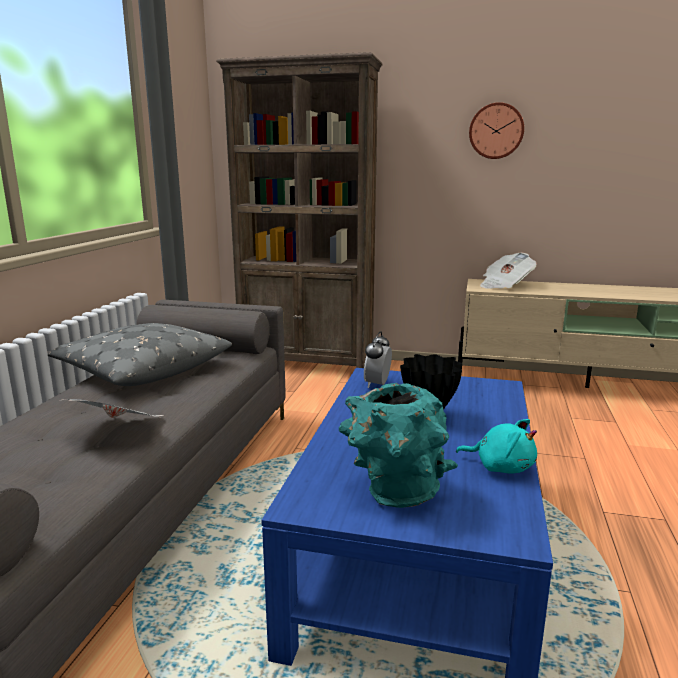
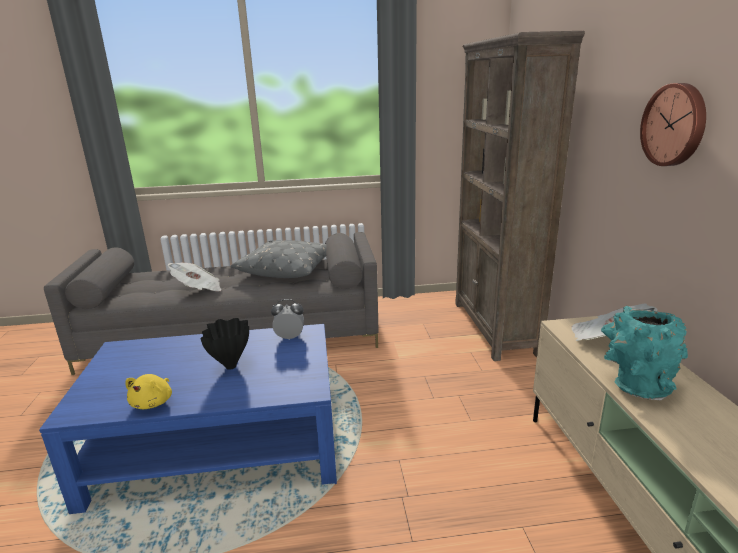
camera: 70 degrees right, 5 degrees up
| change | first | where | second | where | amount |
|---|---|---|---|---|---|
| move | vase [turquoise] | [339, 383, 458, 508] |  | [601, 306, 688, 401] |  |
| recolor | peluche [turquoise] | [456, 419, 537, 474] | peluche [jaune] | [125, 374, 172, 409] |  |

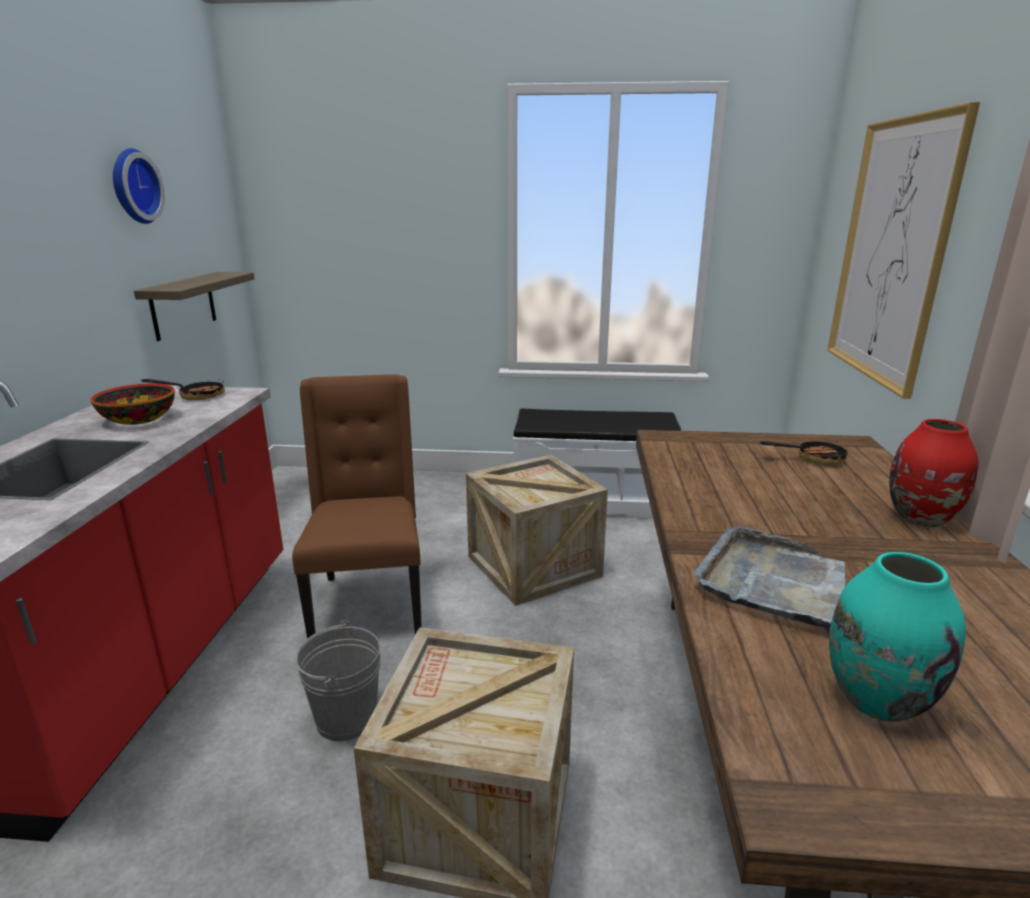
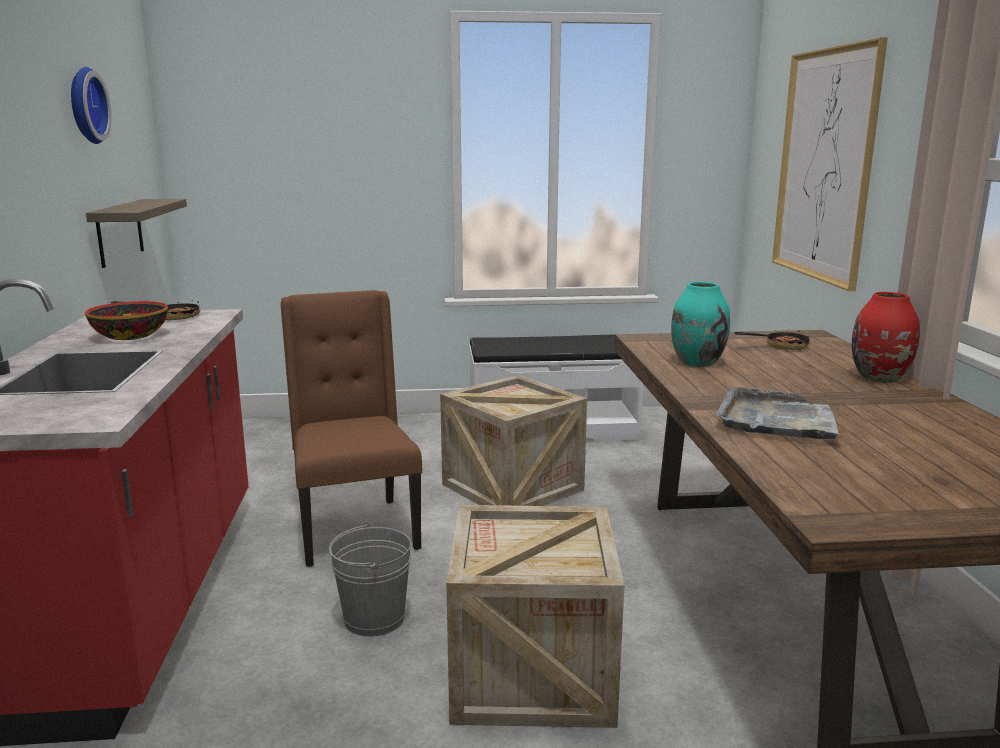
camera: 10 degrees left, 5 degrees down
| change | first | where | second | where | amount |
|---|---|---|---|---|---|
| move | vase [turquoise] | [829, 552, 966, 722] |  | [671, 282, 730, 367] |  |

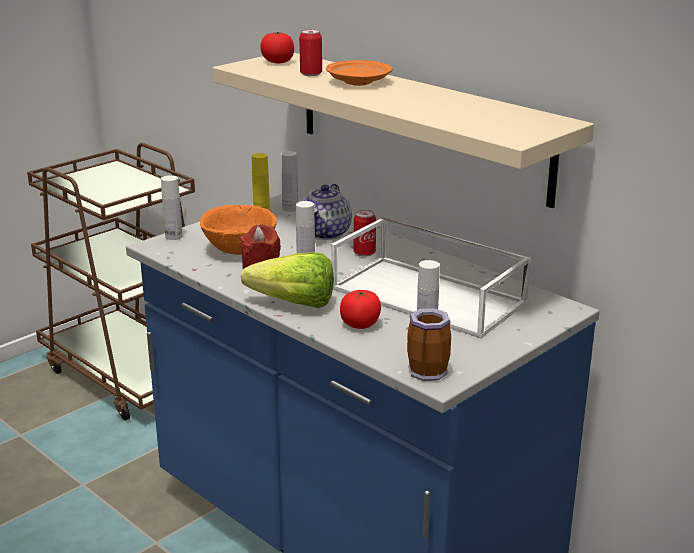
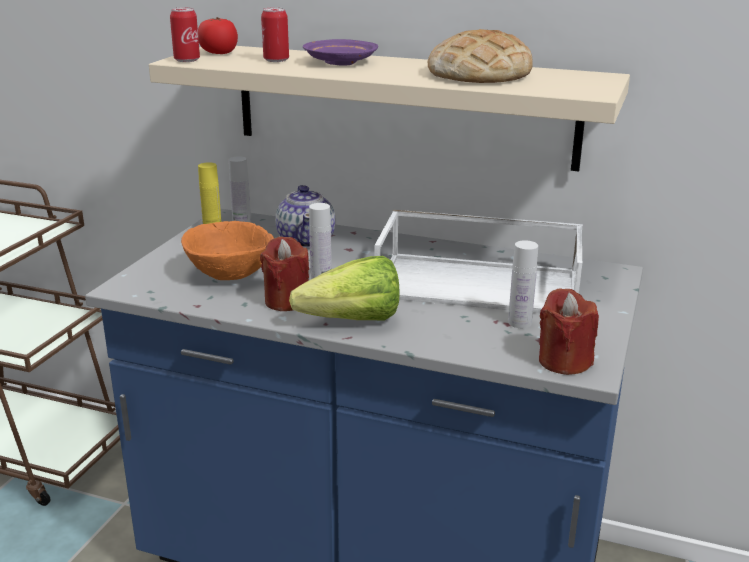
camera: 25 degrees left, 0 degrees up
| change | first | where | second | where | amount |
|---|---|---|---|---|---|
| recolor | assiette [orange] | [326, 60, 393, 86] | assiette [violet] | [303, 39, 378, 66] |  |
| delete | bouteille [blanc] | [161, 175, 183, 240] |  |  |  |
| move | boîte métallique | [354, 210, 376, 257] |  | [170, 7, 200, 62] |  |
| delete | tomate | [340, 290, 381, 329] |  |  |  |
| replace | mug | [407, 308, 451, 381] | bougie [rouge] | [539, 288, 599, 375] |  |
| insert |  |  | pain | [427, 29, 533, 83] |  |

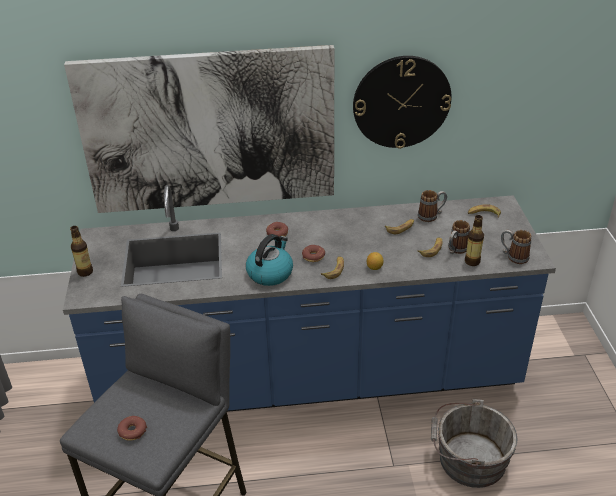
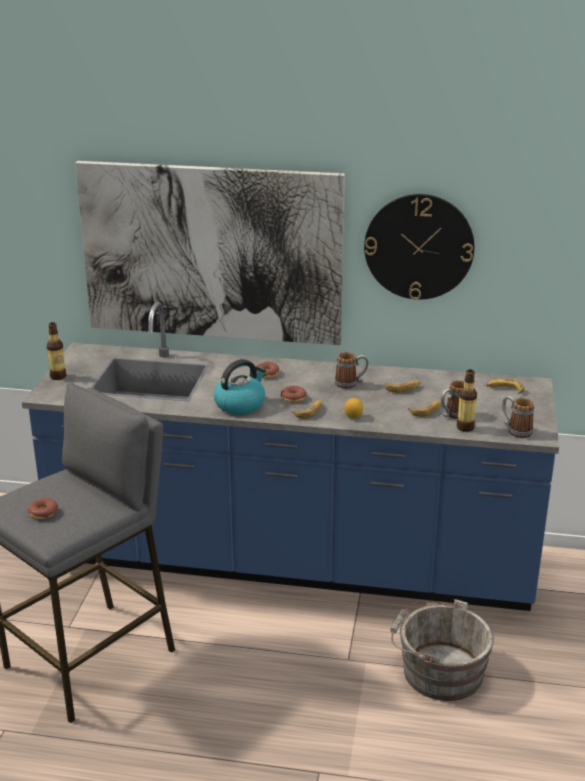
camera: 15 degrees right, 10 degrees down
| change | first | where | second | where | amount |
|---|---|---|---|---|---|
| move | mug | [418, 190, 447, 222] |  | [335, 352, 368, 389] |  |

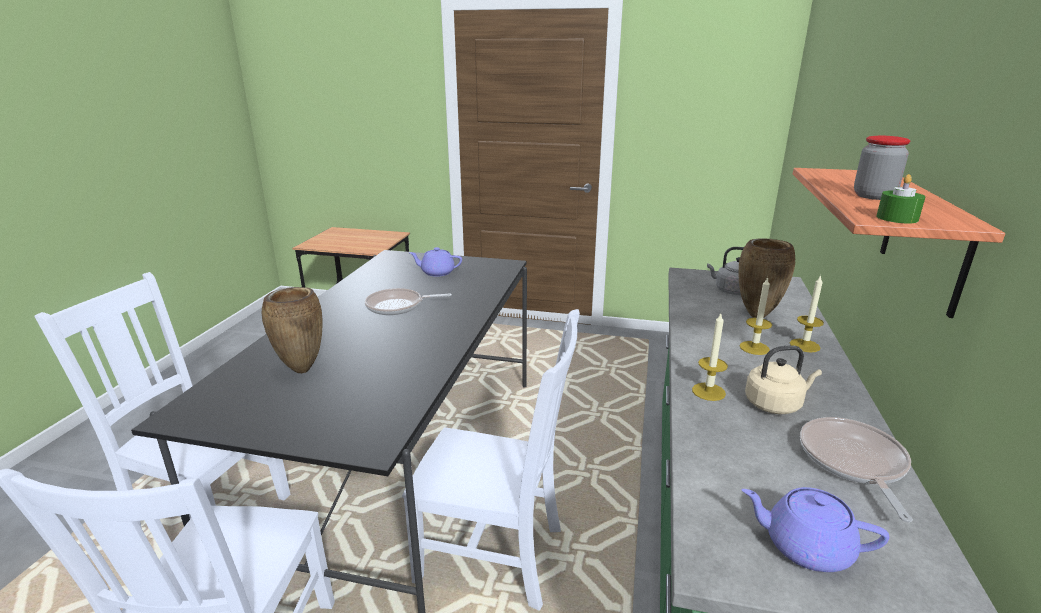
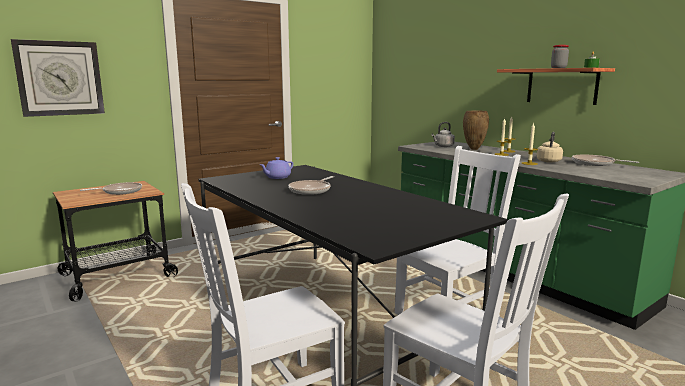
camera: 50 degrees left, 10 degrees down
| change | first | where | second | where | amount |
|---|---|---|---|---|---|
| delete | vase [marron] | [261, 287, 323, 373] |  |  |  |
| delete | théière [violet] | [742, 487, 889, 572] |  |  |  |
| insert |  |  | horloge murale | [11, 39, 105, 117] |  |
| insert |  |  | poêle | [80, 182, 142, 195] |  |

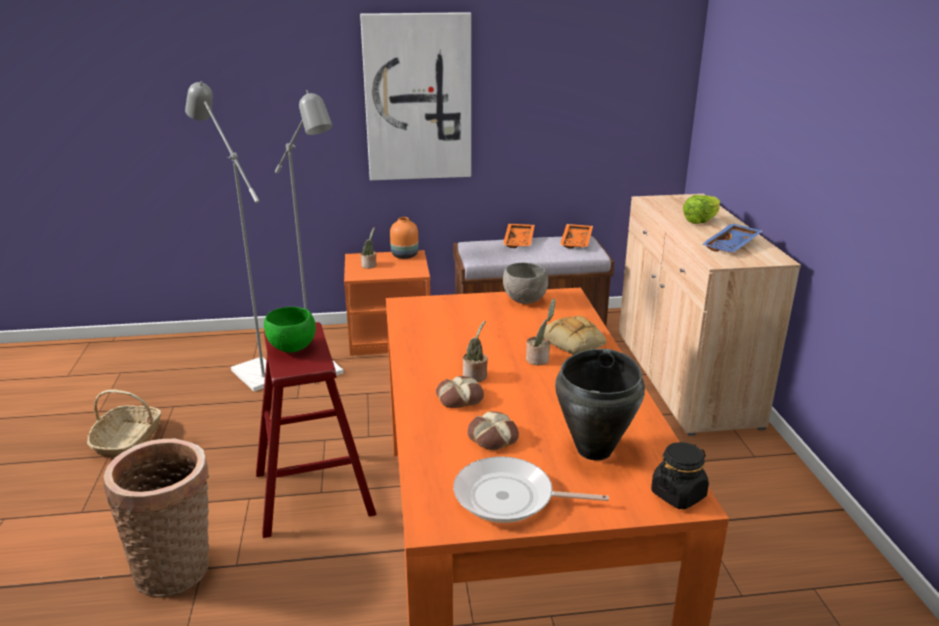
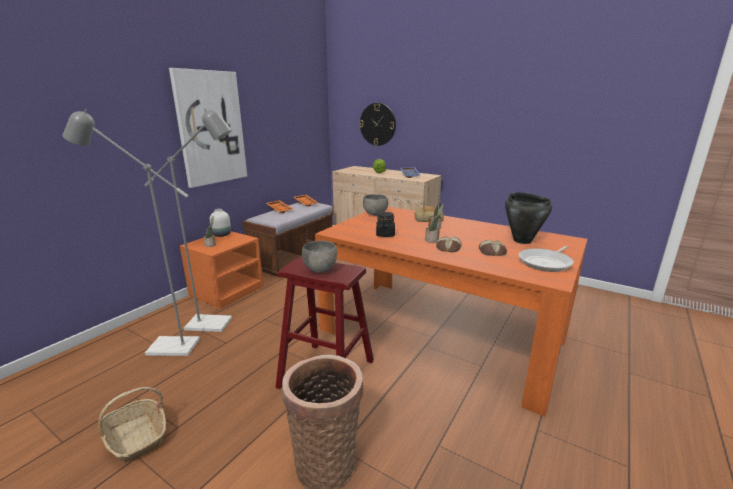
camera: 50 degrees left, 5 degrees down
| change | first | where | second | where | amount |
|---|---|---|---|---|---|
| recolor | vase [orange] | [390, 217, 419, 259] | vase [blanc] | [210, 209, 231, 237] |  |
| recolor | bol [vert] | [264, 307, 316, 353] | bol [gris] | [302, 241, 337, 273] |  |
| move | bocal [noir] | [651, 442, 709, 509] |  | [376, 212, 395, 237] |  |
| insert |  |  | horloge murale | [359, 103, 396, 146] |  |

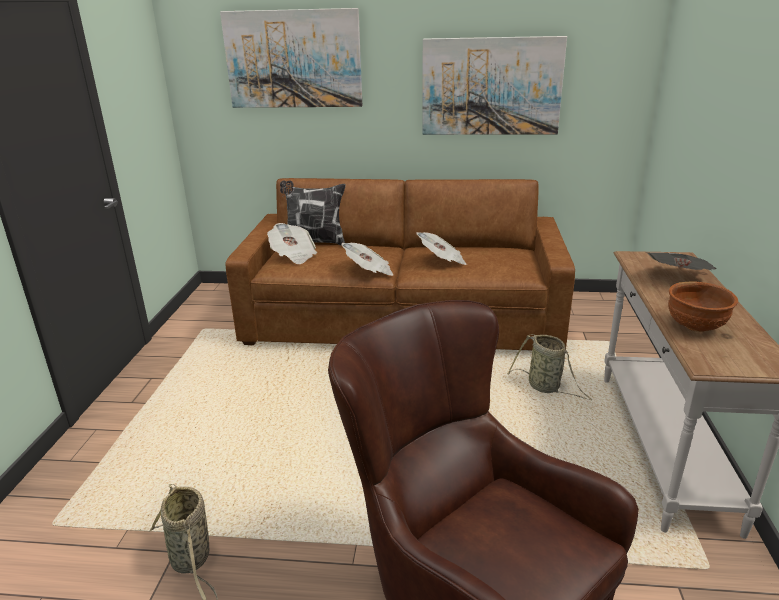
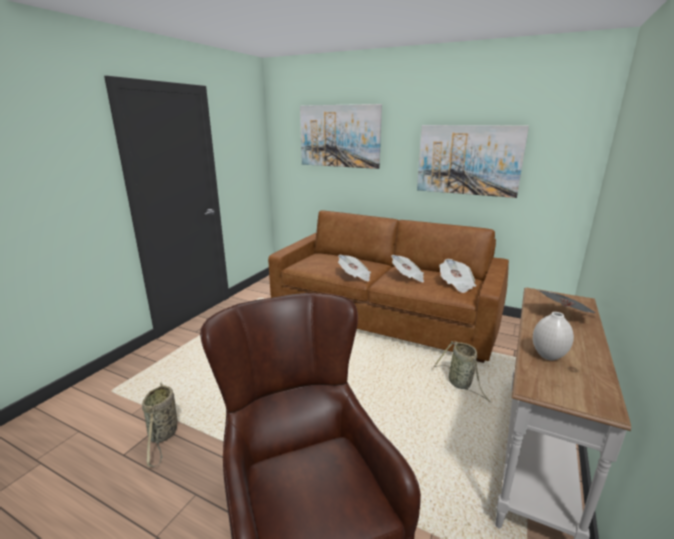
camera: 20 degrees right, 5 degrees down
| change | first | where | second | where | amount |
|---|---|---|---|---|---|
| delete | coussin | [280, 180, 345, 246] |  |  |  |
| move | journal | [267, 223, 317, 264] |  | [439, 259, 477, 293] |  |
| replace | bol [marron] | [668, 282, 738, 332] | vase [blanc] | [533, 312, 574, 360] |  |

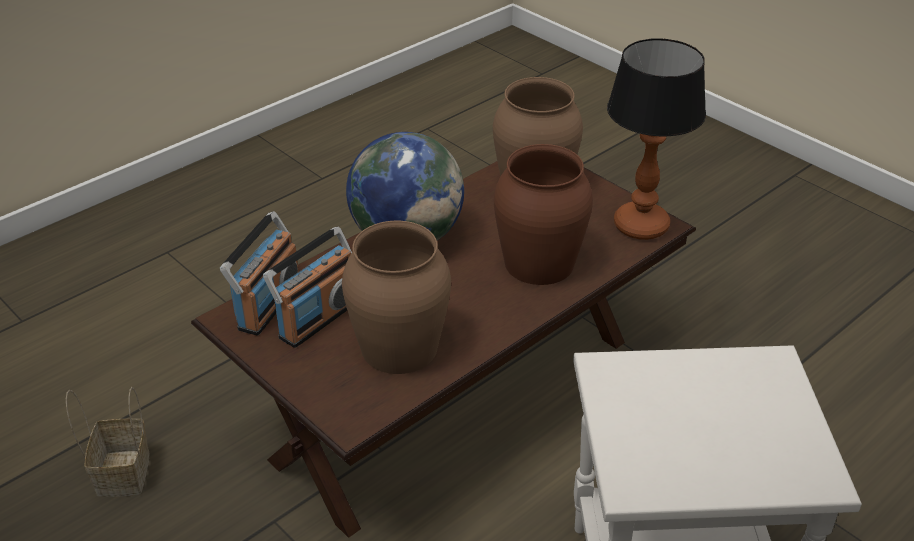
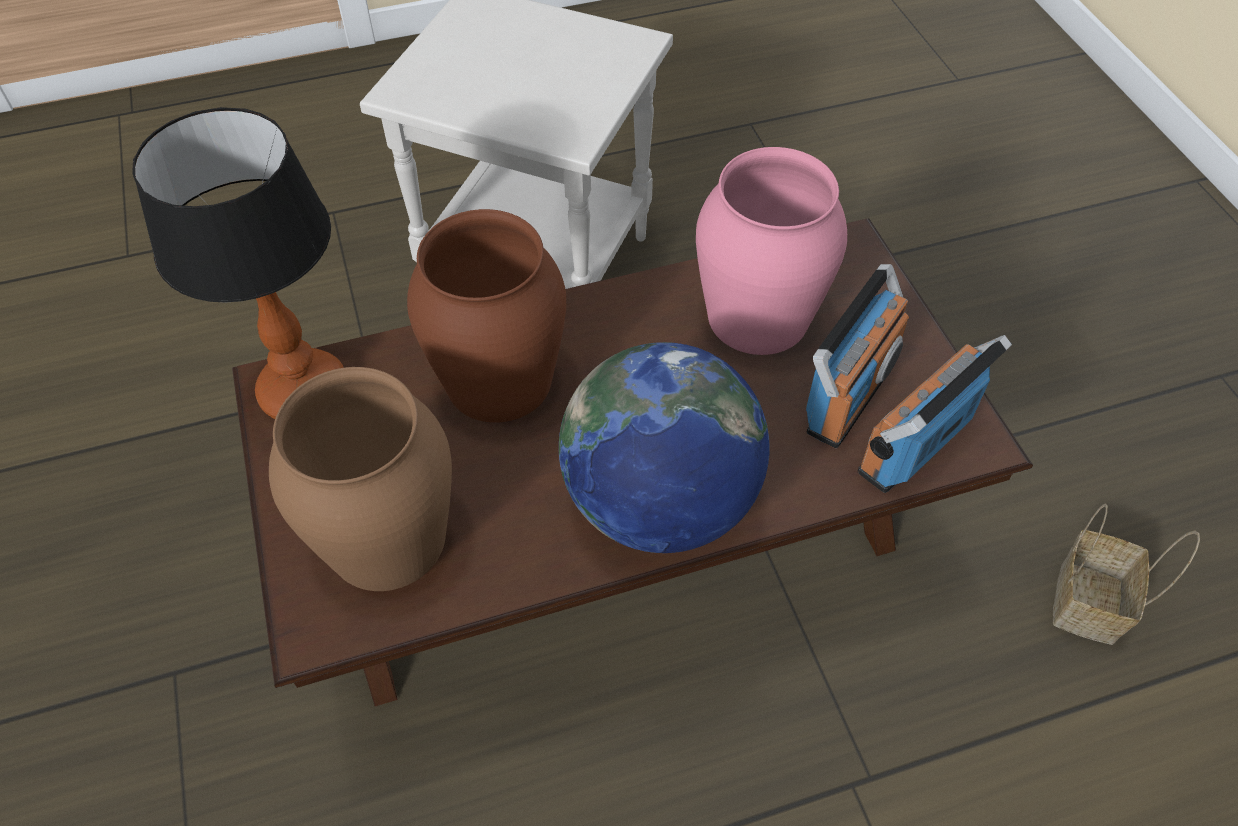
camera: 155 degrees left, 15 degrees up
| change | first | where | second | where | amount |
|---|---|---|---|---|---|
| recolor | vase [marron] | [342, 221, 451, 374] | vase [rose] | [696, 147, 847, 355] |  |
| rotate | radio | [263, 227, 352, 348] |  | [806, 264, 909, 448] | 150 degrees clockwise |

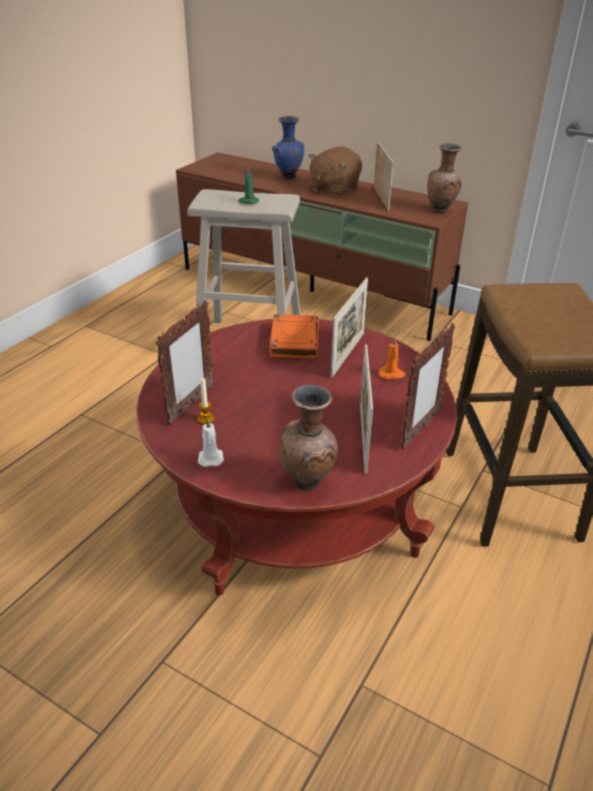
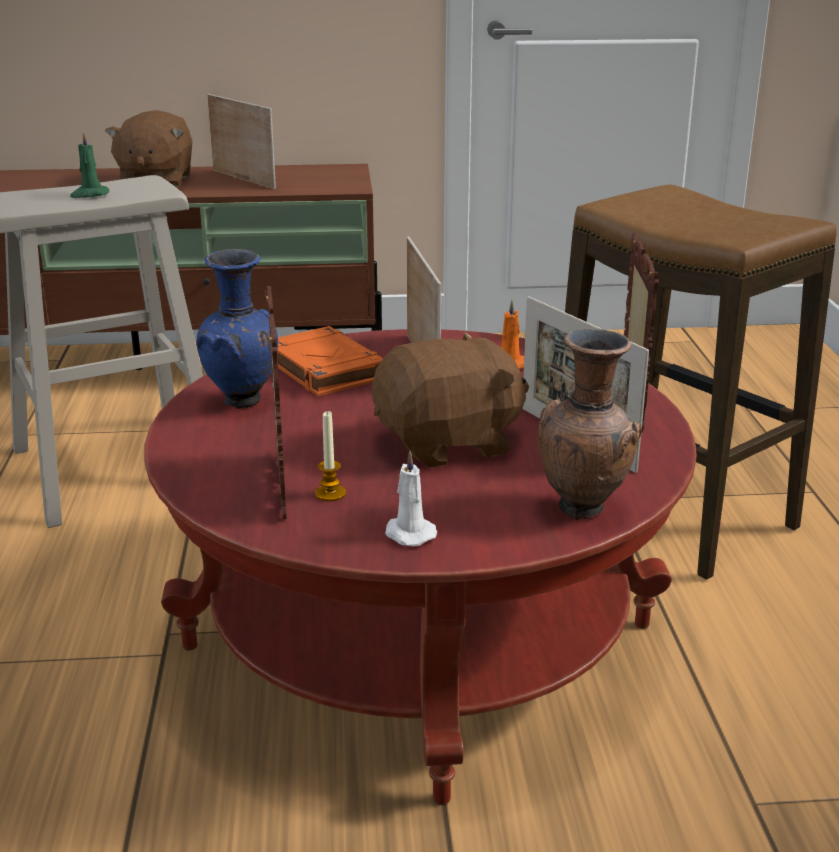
camera: 35 degrees left, 10 degrees down
| change | first | where | second | where | amount |
|---|---|---|---|---|---|
| move | vase [bleu] | [272, 116, 304, 179] |  | [196, 249, 278, 409] |  |
| delete | vase [marron] | [427, 143, 462, 213] |  |  |  |
| insert |  |  | peluche [marron] | [372, 332, 529, 468] |  |

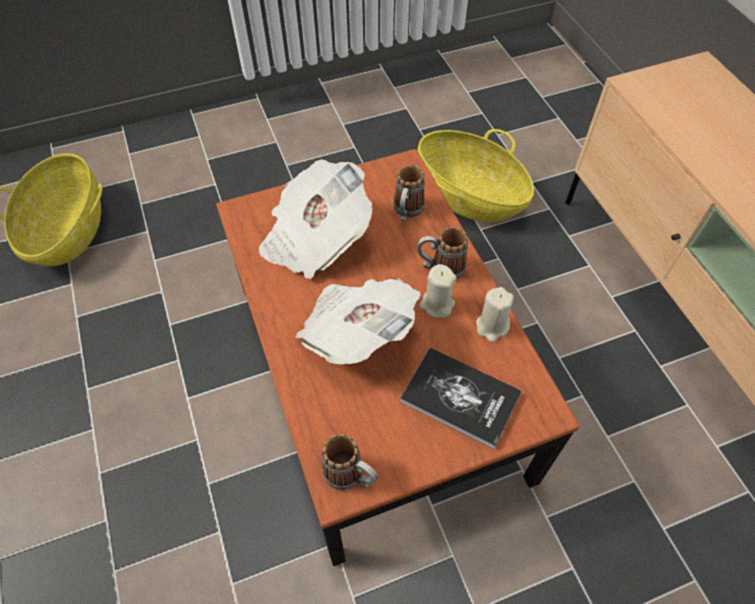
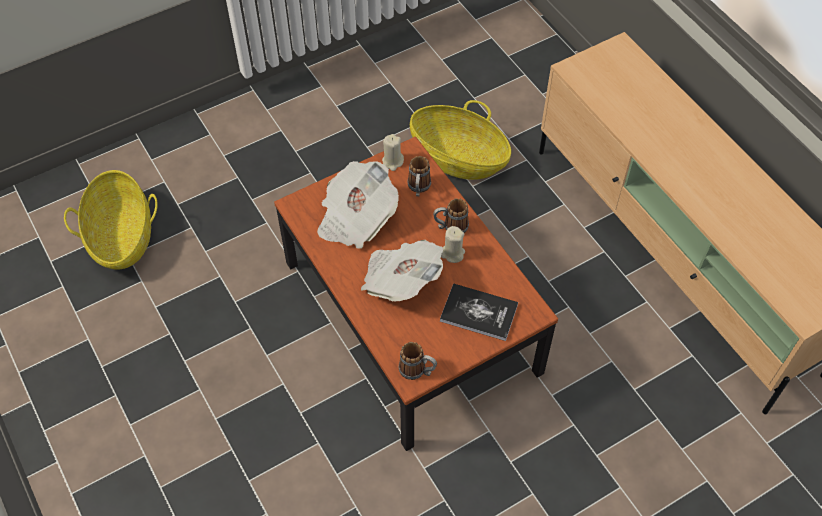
camera: 10 degrees left, 0 degrees up
| change | first | where | second | where | amount |
|---|---|---|---|---|---|
| move | bougie [beige] | [476, 287, 514, 342] |  | [382, 134, 404, 171] |  |

